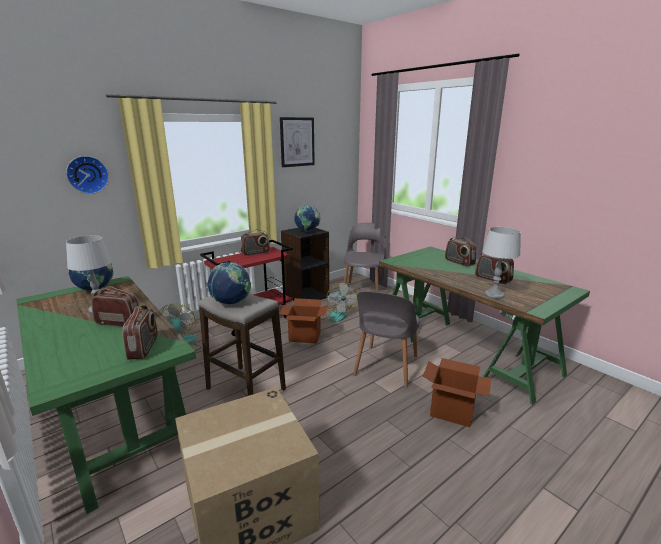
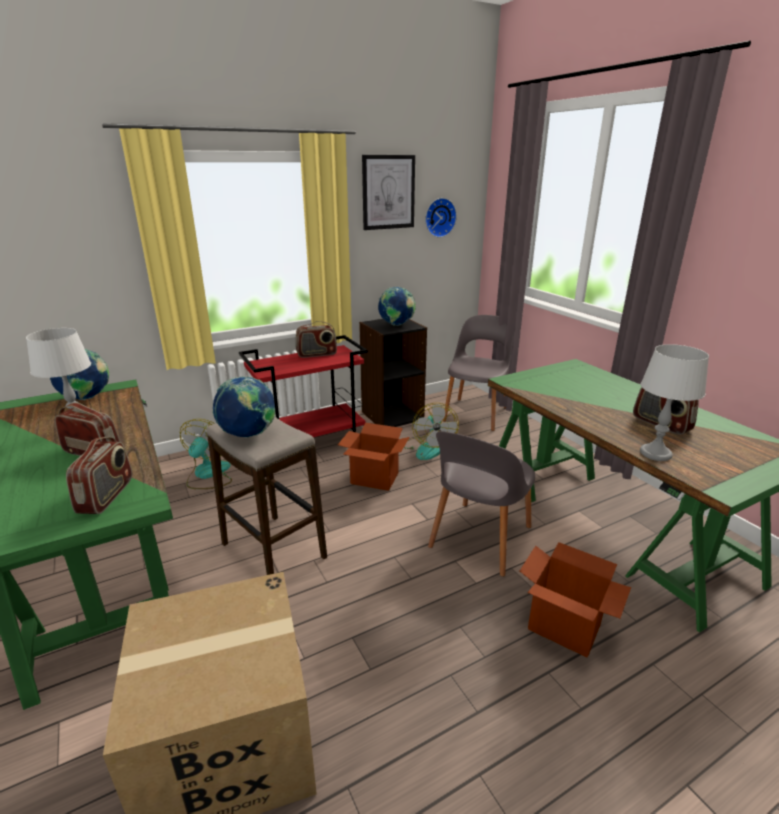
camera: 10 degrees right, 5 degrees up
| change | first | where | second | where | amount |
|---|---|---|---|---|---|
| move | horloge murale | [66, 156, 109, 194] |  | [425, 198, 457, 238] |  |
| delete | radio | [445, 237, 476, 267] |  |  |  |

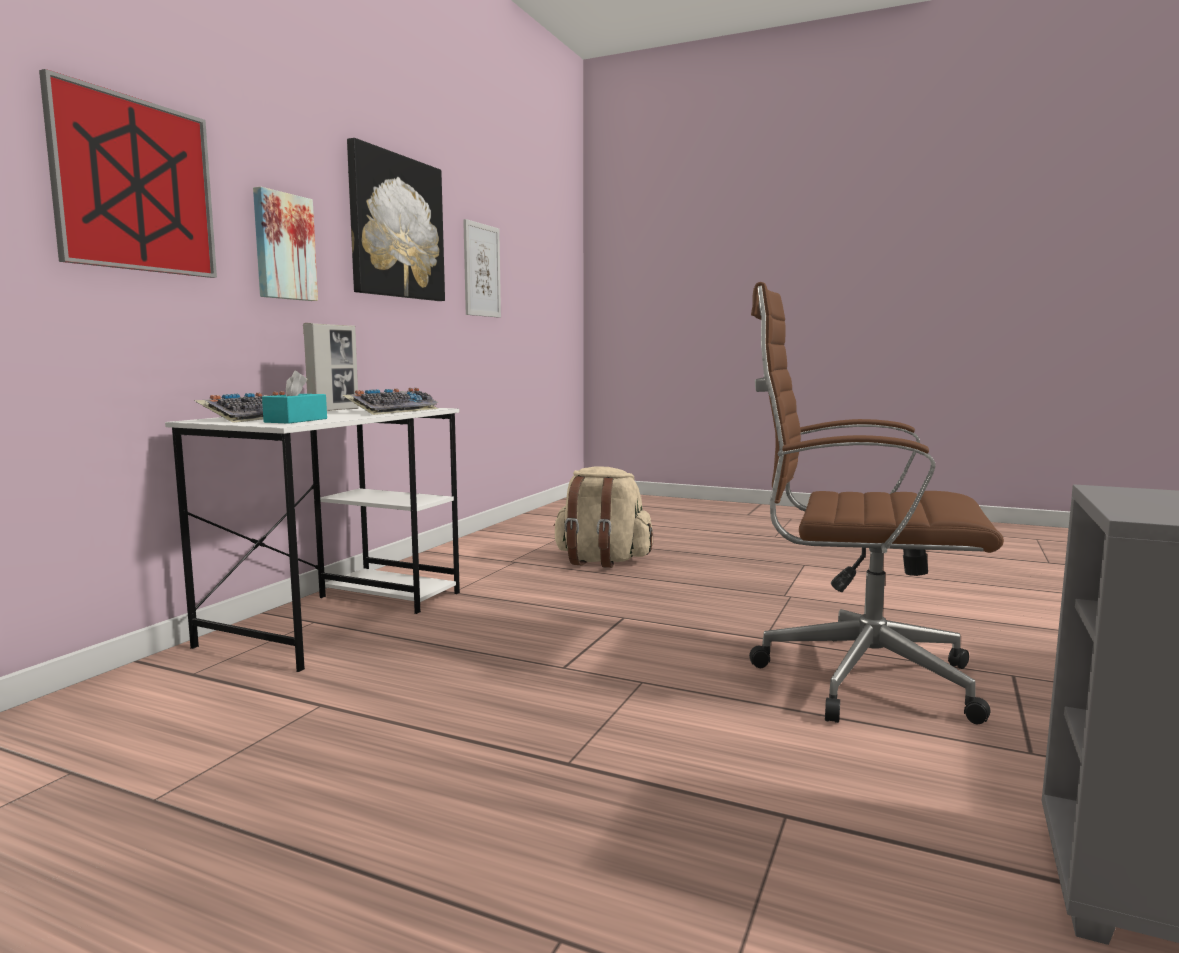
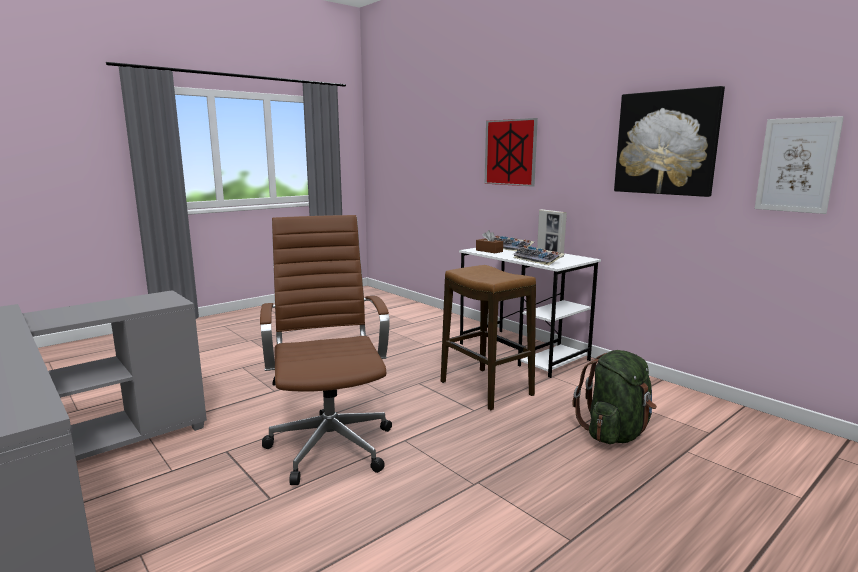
camera: 115 degrees right, 5 degrees up
| change | first | where | second | where | amount |
|---|---|---|---|---|---|
| delete | tableau | [253, 187, 318, 301] |  |  |  |
| rotate | chaise de bureau [marron] | [749, 282, 1004, 724] |  | [260, 215, 392, 485] | 60 degrees counterclockwise |
| recolor | boîte à mouchoirs [turquoise] | [262, 371, 327, 424] | boîte à mouchoirs [marron] | [476, 230, 503, 253] |  |
| recolor | sac à dos [beige] | [553, 466, 653, 568] | sac à dos [vert] | [573, 350, 657, 444] |  |
| insert |  |  | tabouret | [441, 265, 536, 410] |  |

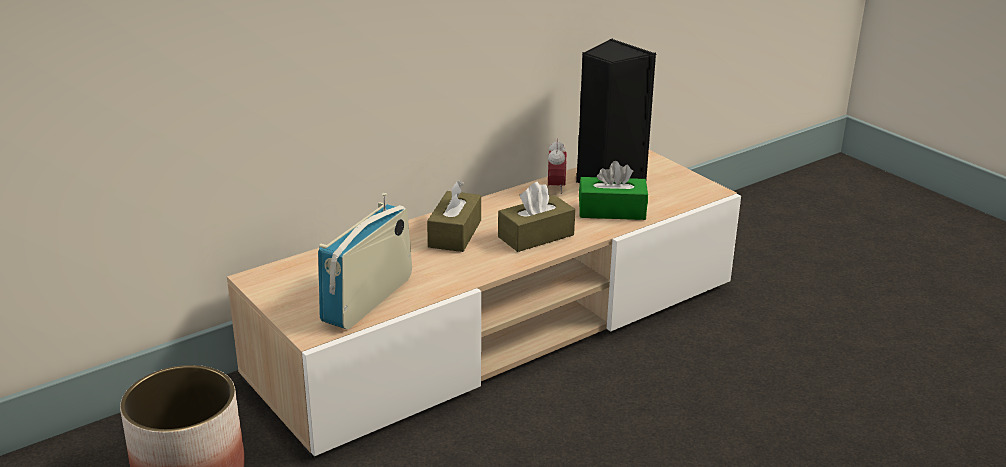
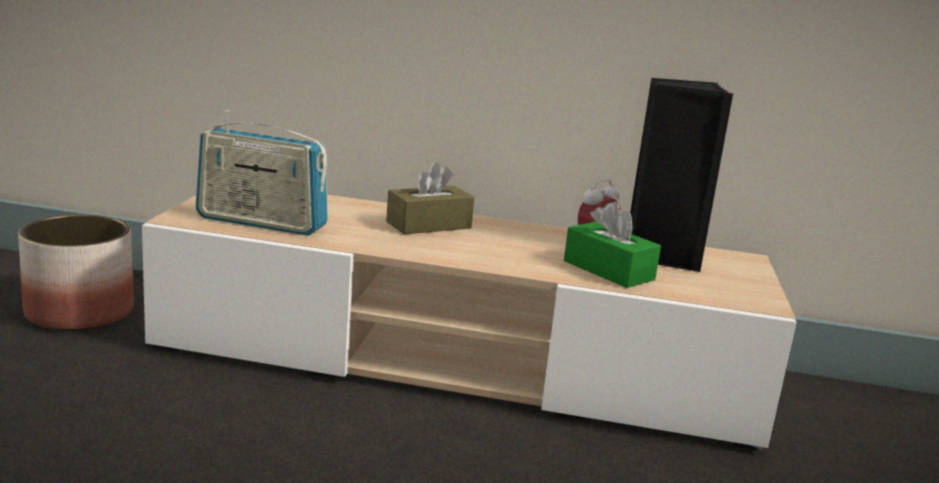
camera: 45 degrees right, 10 degrees down
| change | first | where | second | where | amount |
|---|---|---|---|---|---|
| delete | boîte à mouchoirs [marron] | [498, 182, 575, 252] |  |  |  |
| rotate | radio | [318, 193, 412, 329] |  | [196, 110, 328, 236] | 150 degrees counterclockwise |

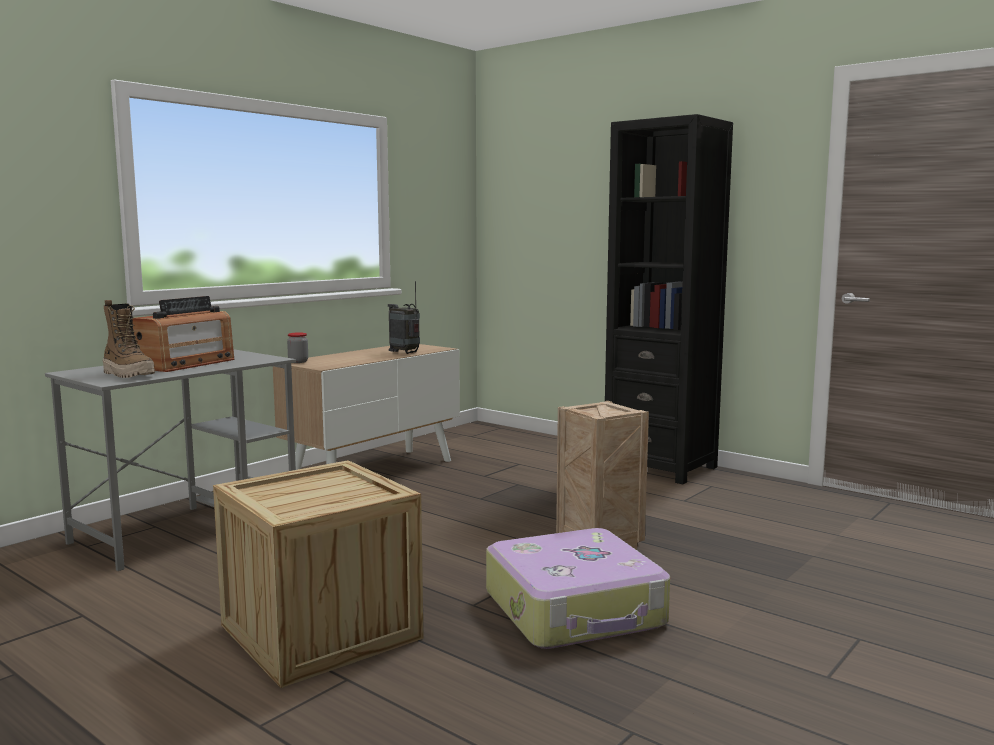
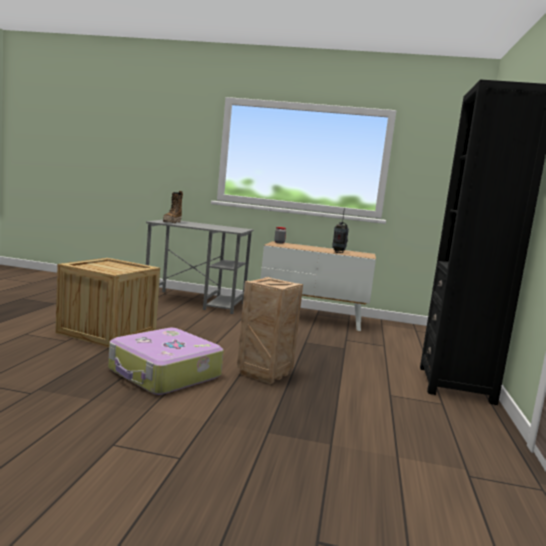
camera: 60 degrees right, 0 degrees up
| change | first | where | second | where | amount |
|---|---|---|---|---|---|
| delete | radio | [133, 296, 235, 372] |  |  |  |

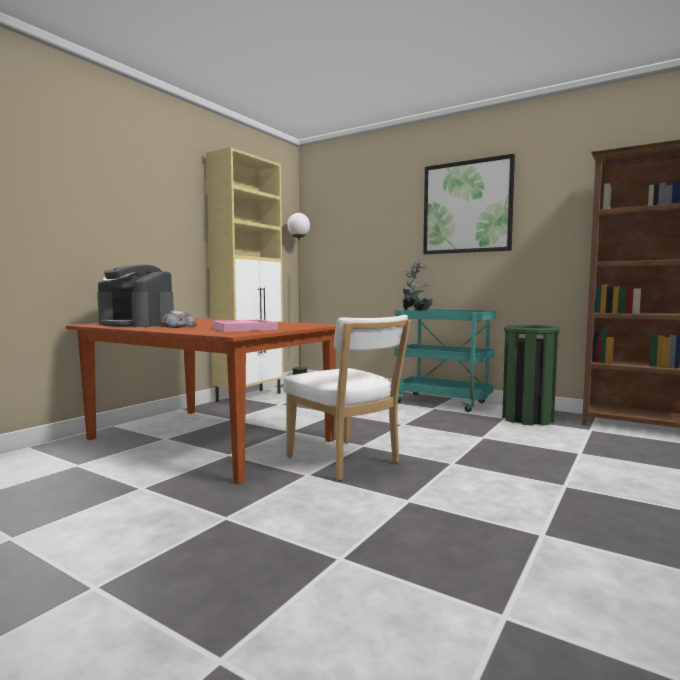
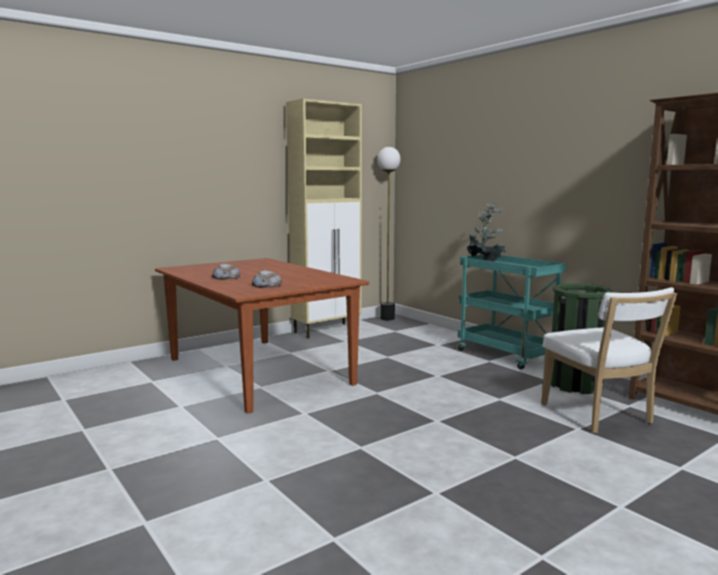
camera: 20 degrees right, 5 degrees up
| change | first | where | second | where | amount |
|---|---|---|---|---|---|
| delete | tableau | [423, 154, 515, 254] |  |  |  |
| delete | machine à café | [97, 265, 174, 327] |  |  |  |
| move | chaise [blanc] | [283, 315, 411, 481] |  | [541, 288, 677, 433] |  |
| replace | plateau [rose] | [212, 319, 278, 332] | pain | [252, 270, 282, 288] |  |

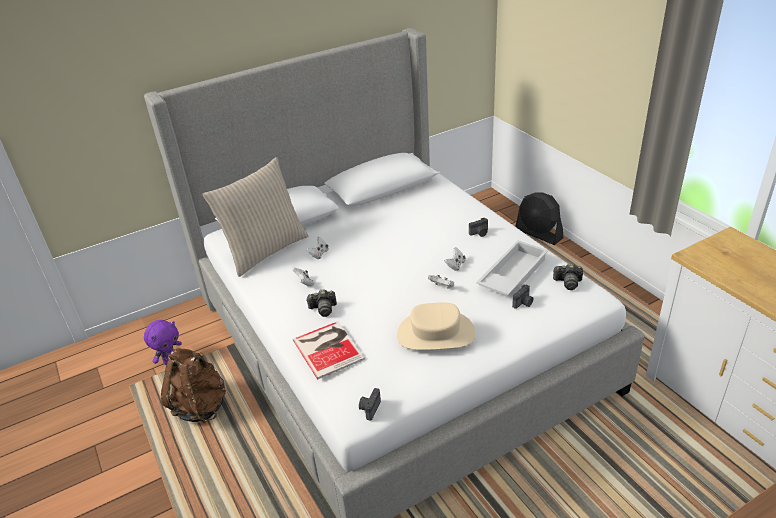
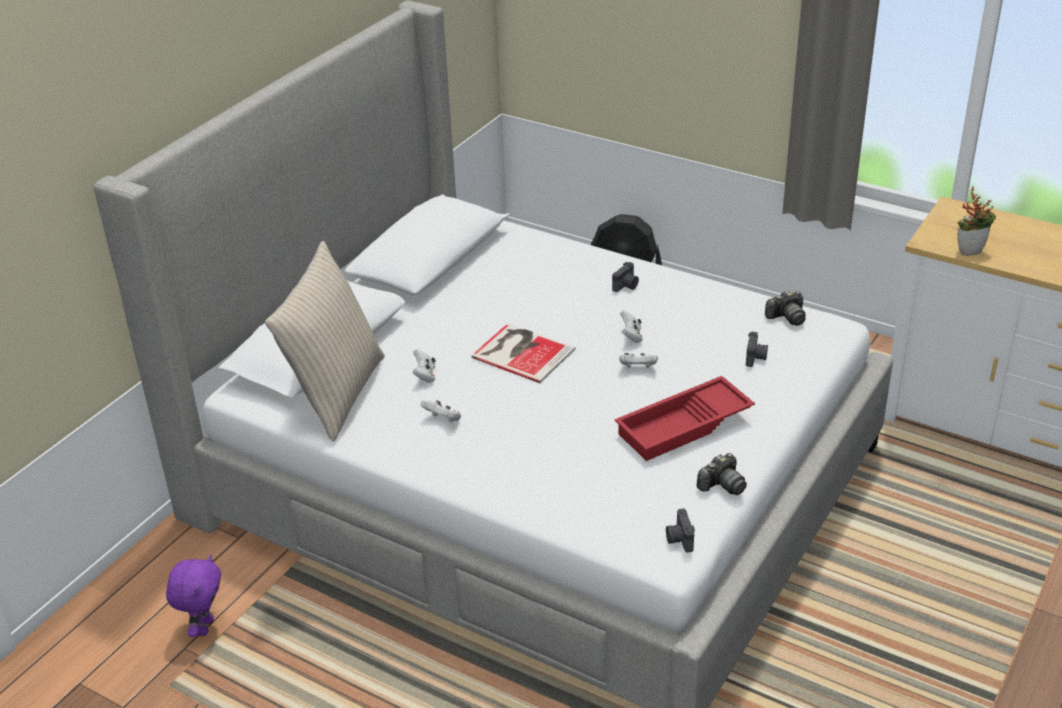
camera: 30 degrees left, 0 degrees up
| change | first | where | second | where | amount |
|---|---|---|---|---|---|
| delete | plateau [blanc] | [476, 240, 548, 296] |  |  |  |
| move | appareil photo | [306, 289, 337, 317] |  | [696, 453, 747, 495] |  |
| replace | chapeau [beige] | [397, 302, 476, 350] | plateau [rouge] | [615, 376, 755, 461] |  |
| move | livre | [293, 321, 365, 379] |  | [471, 323, 575, 383] |  |
| delete | sac à dos [marron] | [161, 348, 226, 423] |  |  |  |
| insert |  |  | plante en pot | [957, 186, 996, 256] |  |

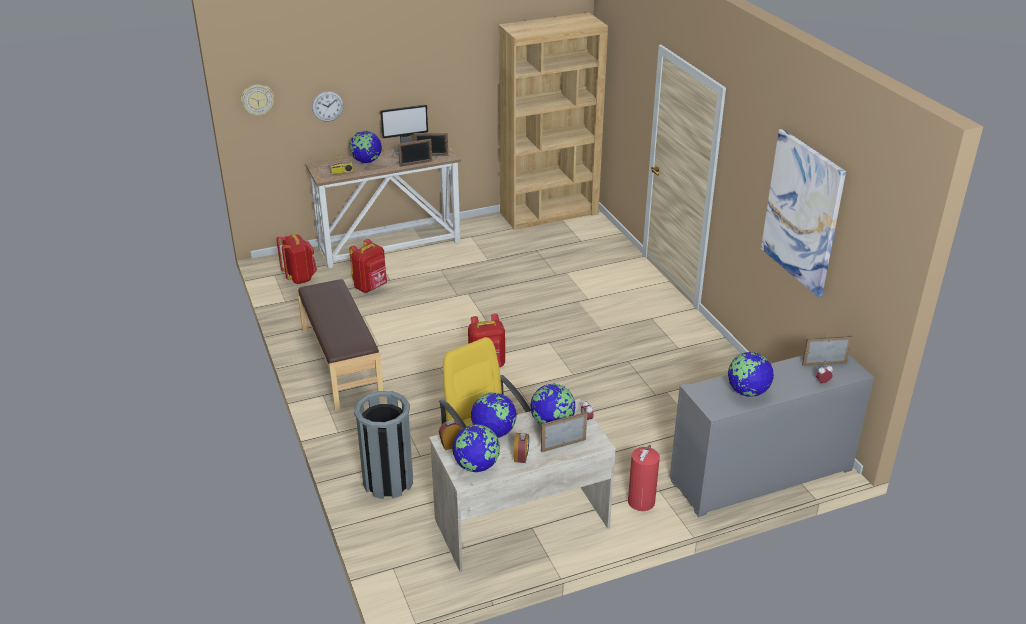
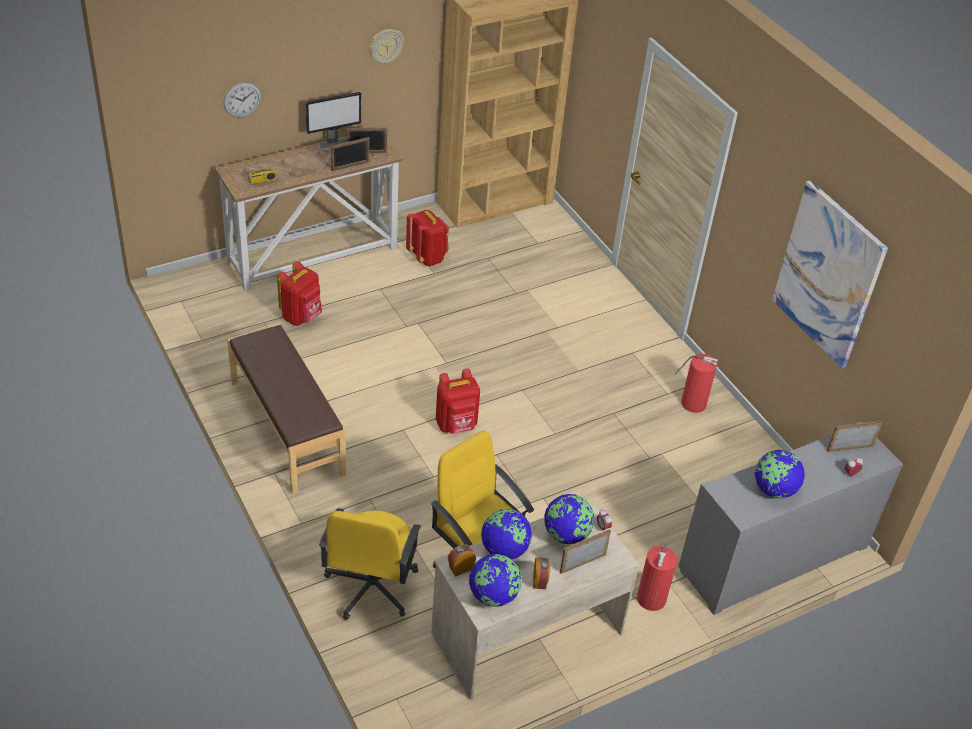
camera: 10 degrees left, 10 degrees up
| change | first | where | second | where | amount |
|---|---|---|---|---|---|
| move | horloge murale | [241, 85, 274, 117] |  | [369, 29, 404, 64] |  |
| delete | globe | [349, 131, 382, 163] |  |  |  |
| move | sac à dos [rouge] | [276, 234, 317, 284] |  | [406, 210, 449, 266] |  |
| replace | poubelle [gris] | [354, 391, 413, 499] | chaise de bureau [jaune] | [319, 508, 421, 620] |  |
| insert |  |  | extincteur | [675, 354, 718, 413] |  |

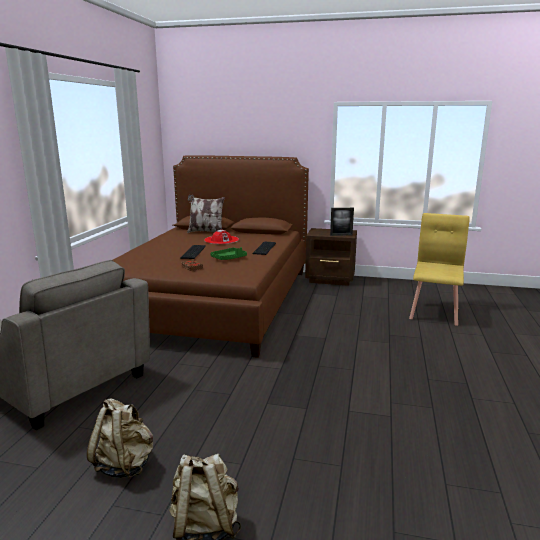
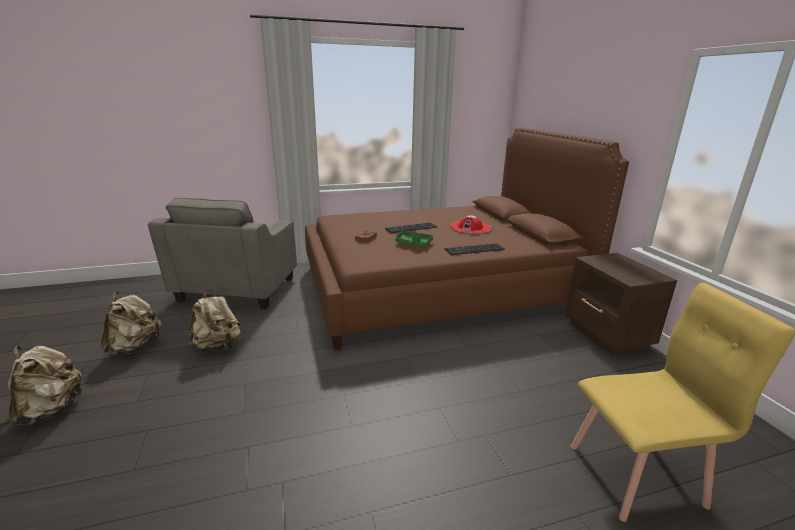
camera: 60 degrees right, 5 degrees up
| change | first | where | second | where | amount |
|---|---|---|---|---|---|
| delete | coussin | [187, 195, 225, 233] |  |  |  |
| delete | cadre photo | [330, 208, 354, 236] |  |  |  |
| insert |  |  | sac à dos [beige] | [188, 289, 241, 352] |  |

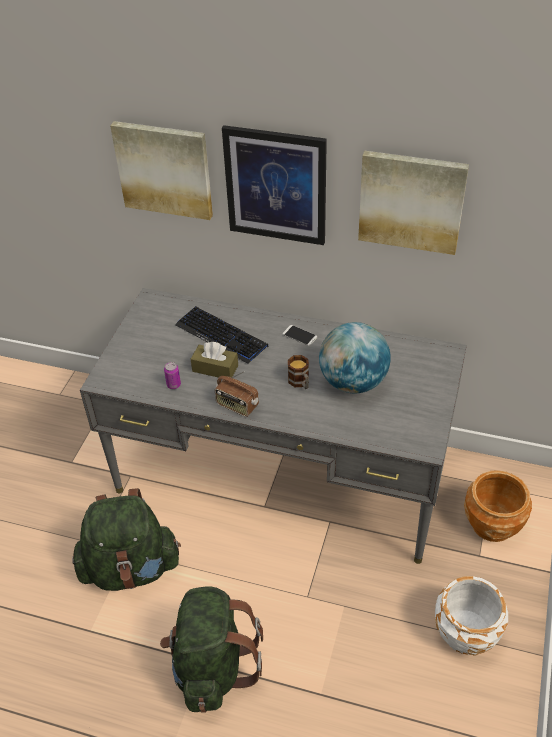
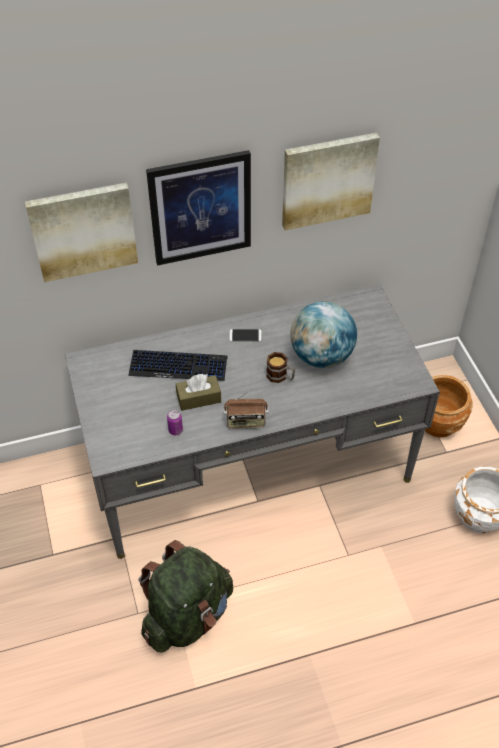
camera: 35 degrees left, 5 degrees up
| change | first | where | second | where | amount |
|---|---|---|---|---|---|
| delete | sac à dos [vert] | [160, 586, 263, 713] |  |  |  |

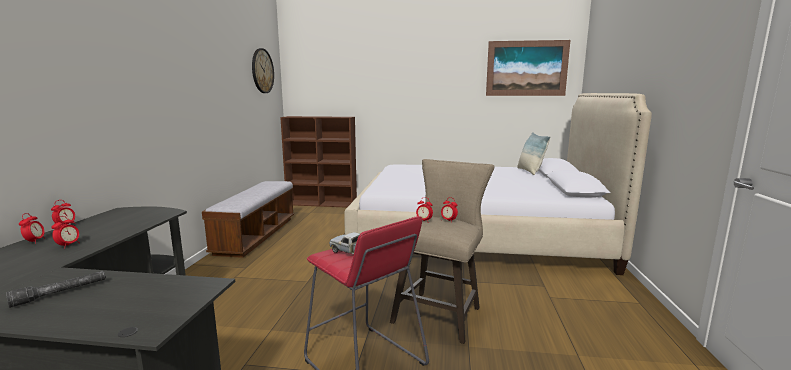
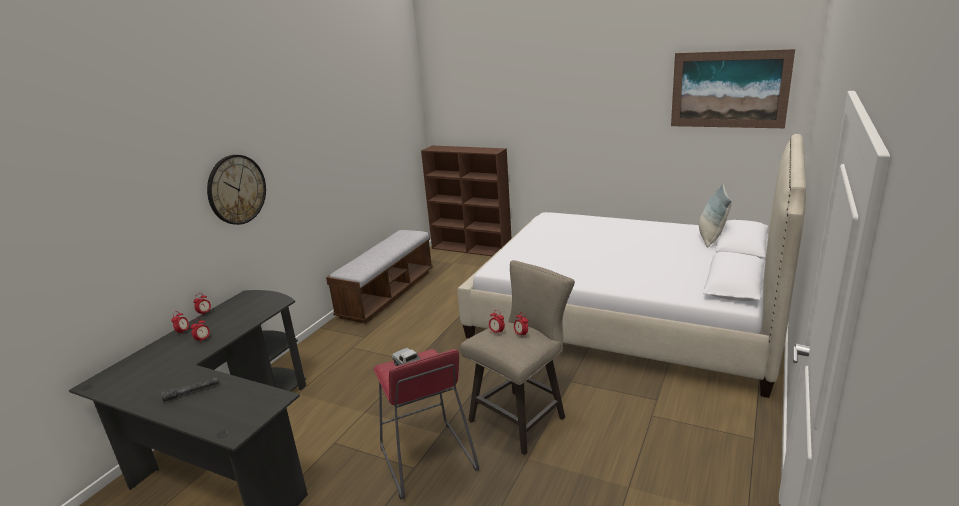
camera: 20 degrees right, 10 degrees up
| change | first | where | second | where | amount |
|---|---|---|---|---|---|
| move | horloge murale | [252, 48, 274, 93] |  | [207, 155, 266, 225] |  |

